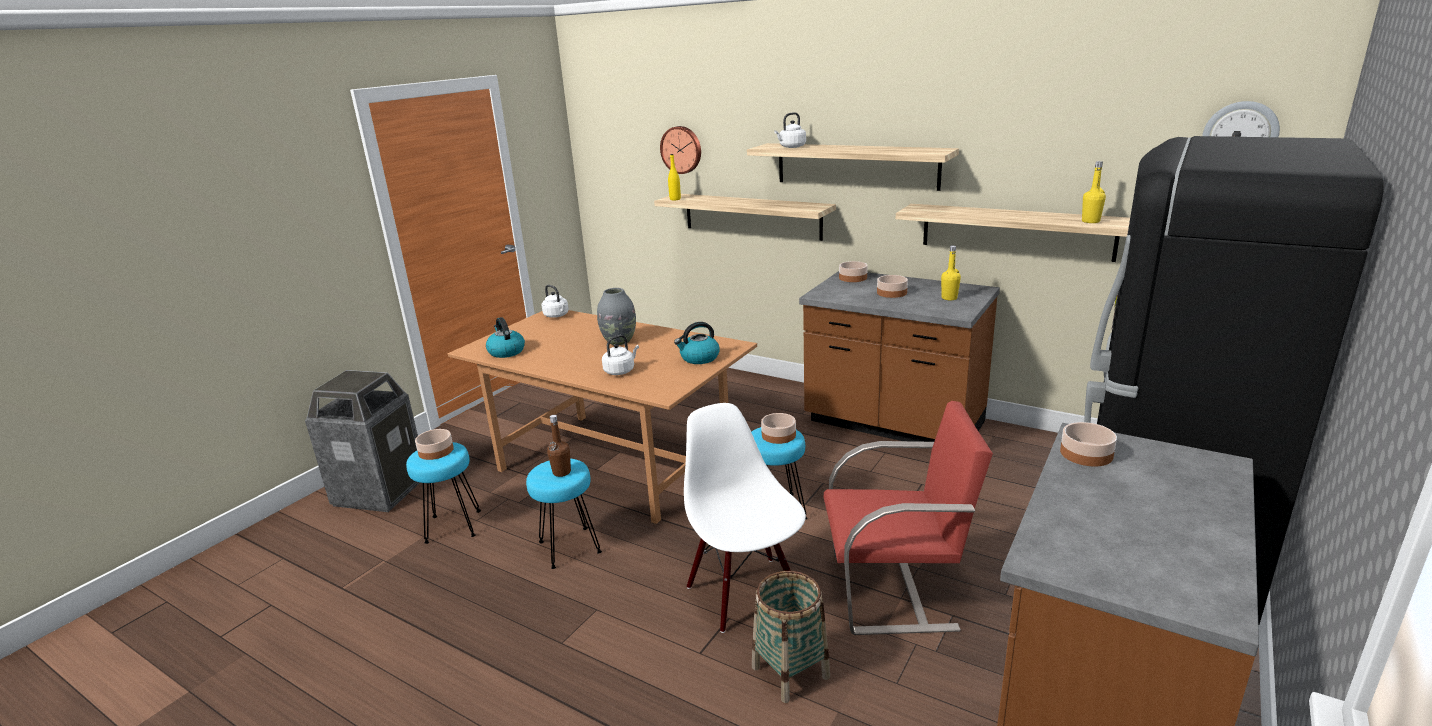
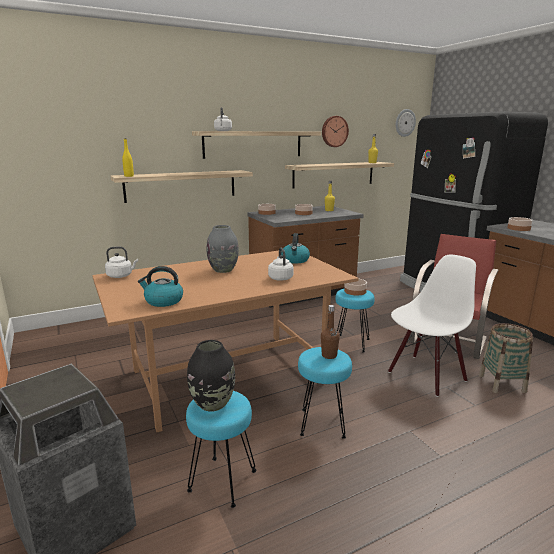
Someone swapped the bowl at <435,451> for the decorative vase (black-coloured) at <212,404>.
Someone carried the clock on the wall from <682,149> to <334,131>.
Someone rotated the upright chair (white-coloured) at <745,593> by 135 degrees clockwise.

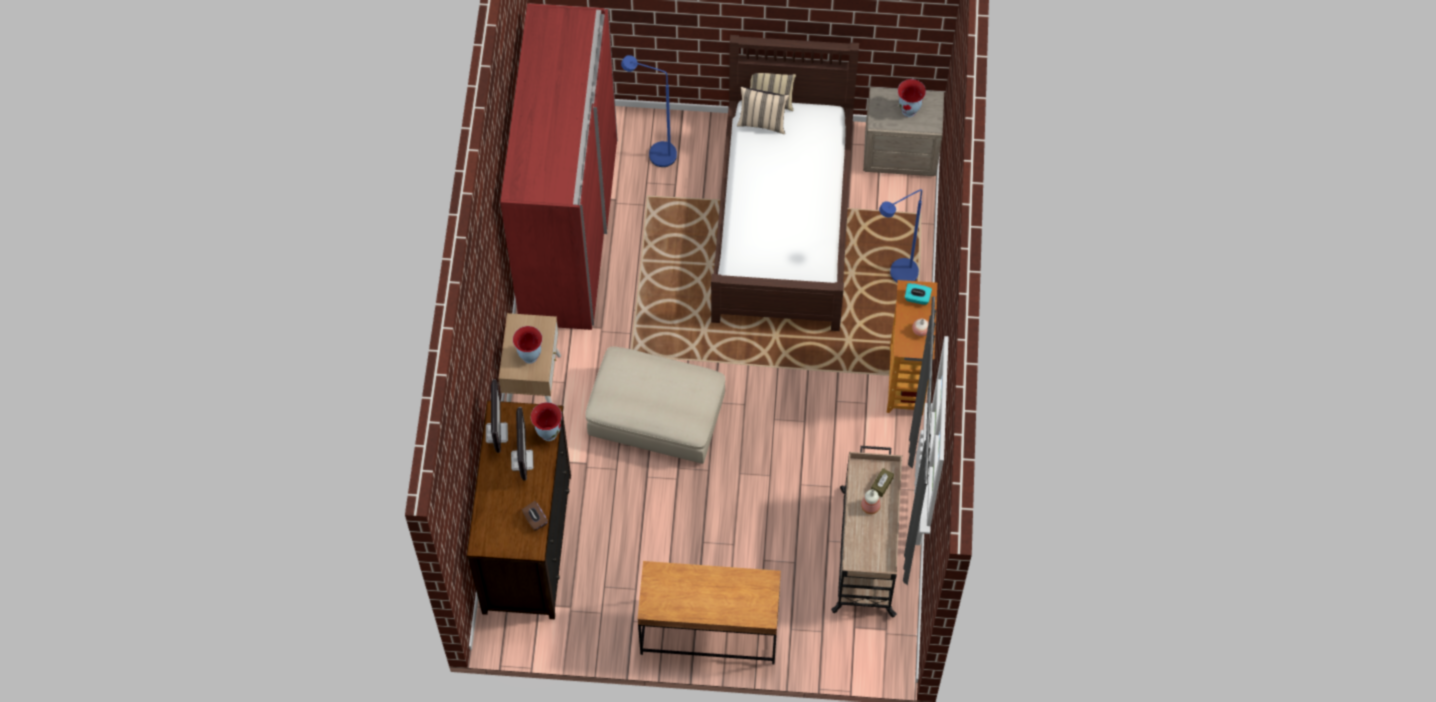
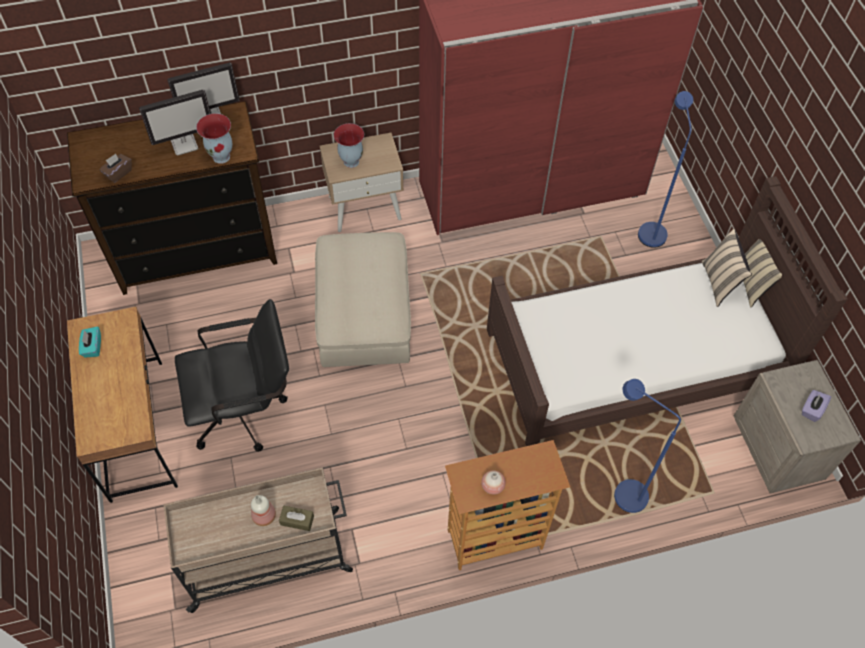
Someone carried the tissue box (blue-green) from <917,298> to <92,347>.
Someone put down the computer chair (black-coloured) at <246,410>.
Someone swapped the decorative vase at <909,111> for the tissue box (purple-coloured) at <811,410>.

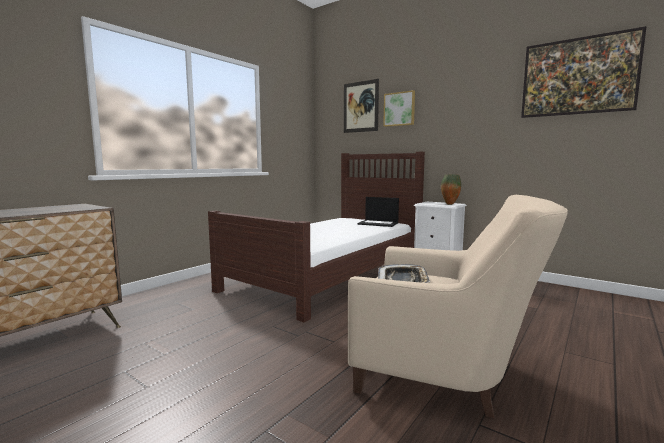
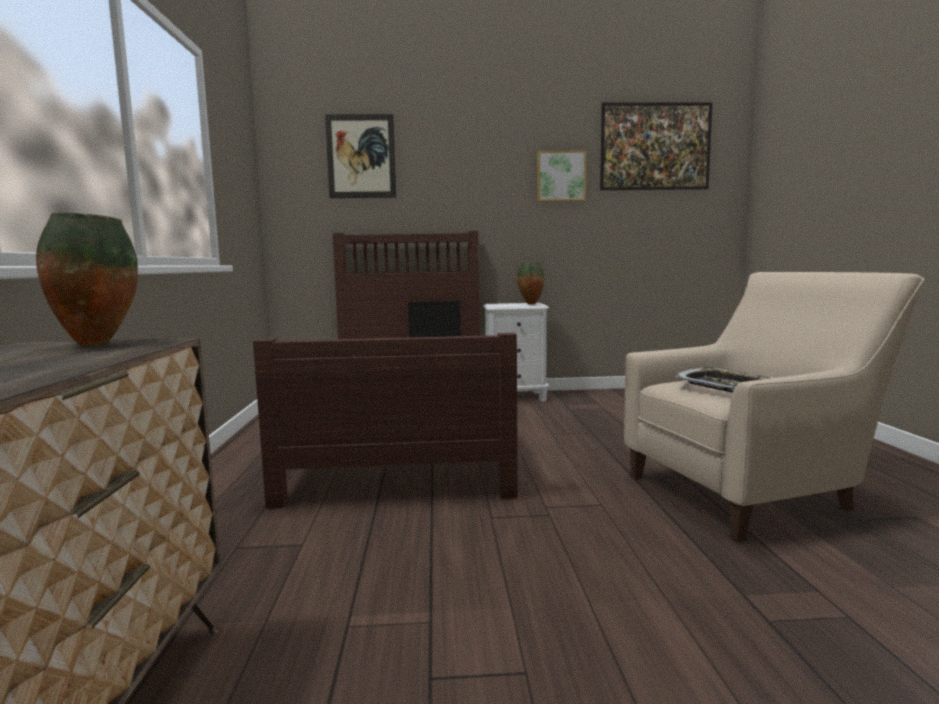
Someone put down the decorative vase at <97,344>.
Someone carried the picture from <399,109> to <560,176>.

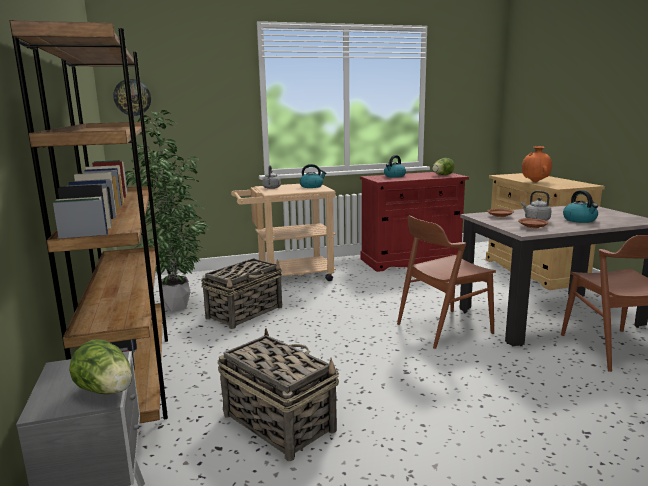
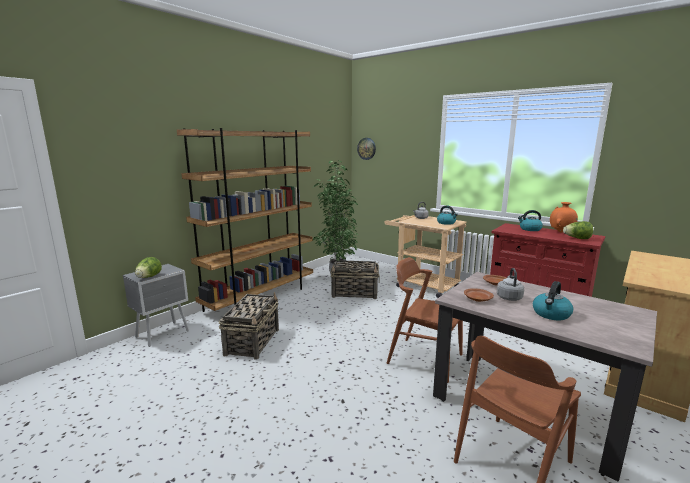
Someone carried the decorative vase (orange-coloured) from <535,182> to <561,232>.

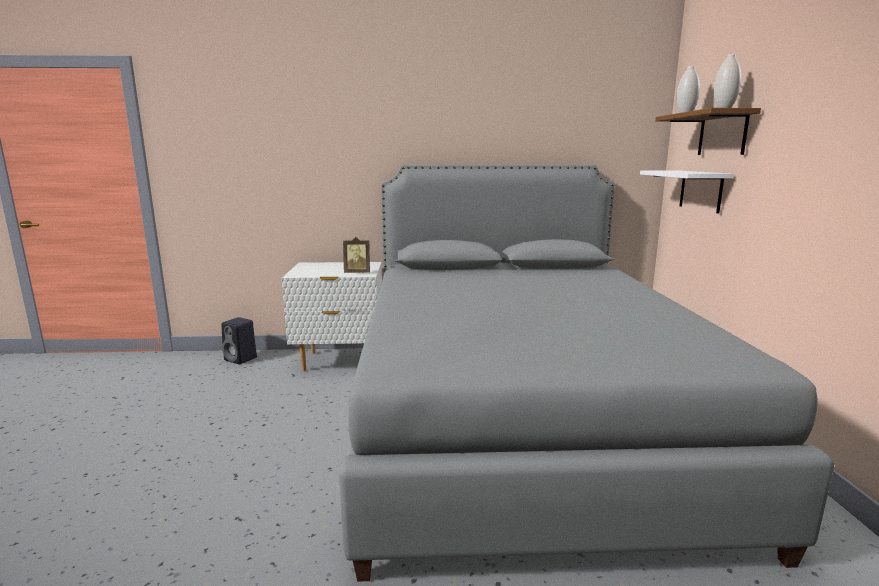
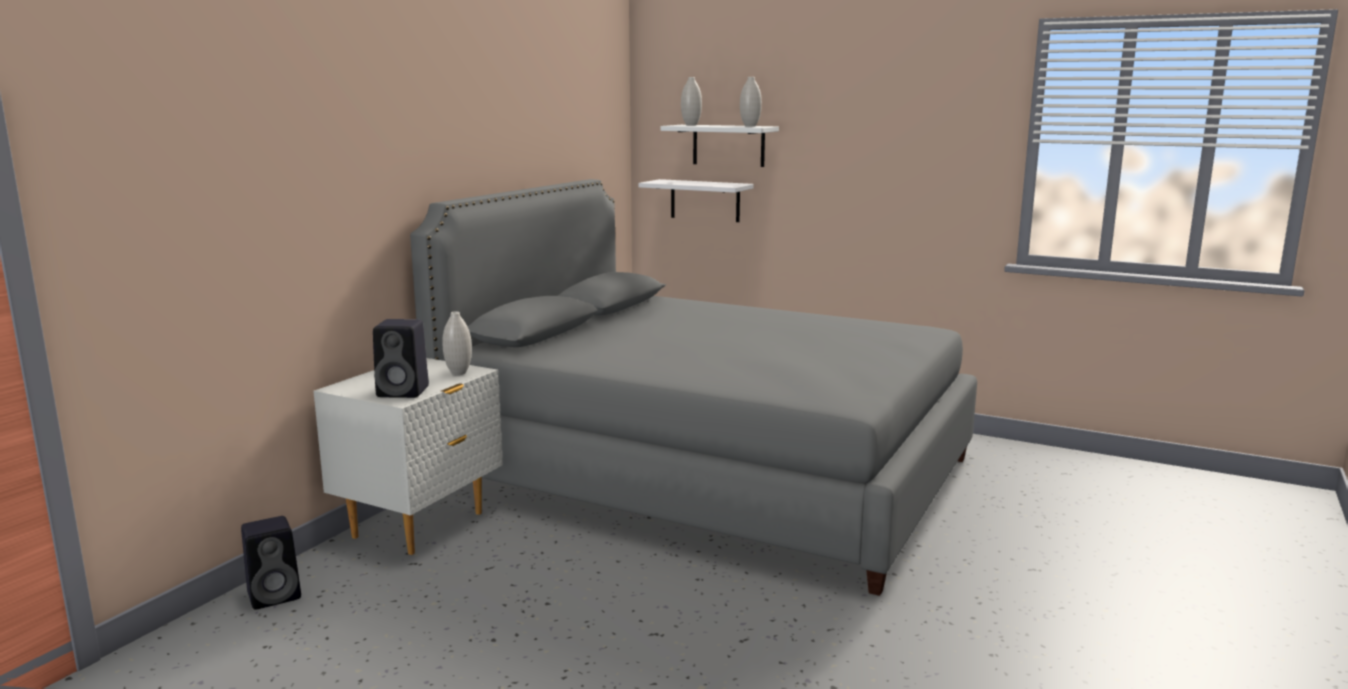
Someone put down the audio speaker (black-coloured) at <405,392>.
Someone swapped the picture frame at <357,273> for the decorative vase (white-coloured) at <458,373>.
Someone repainted the wall shelf (brown) at <722,134>, which became the wall shelf (white-coloured) at <728,145>.

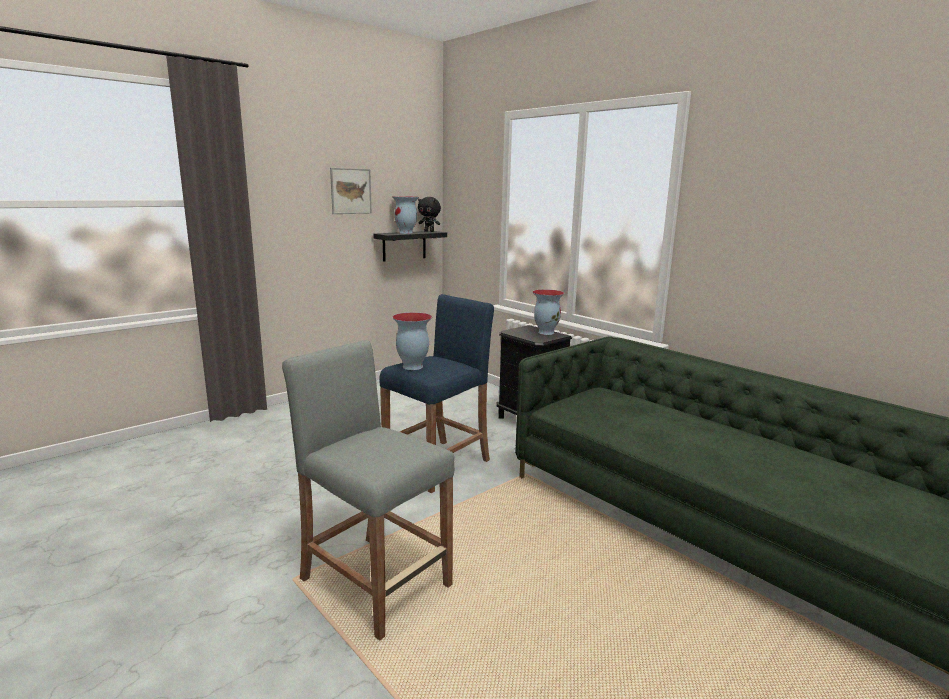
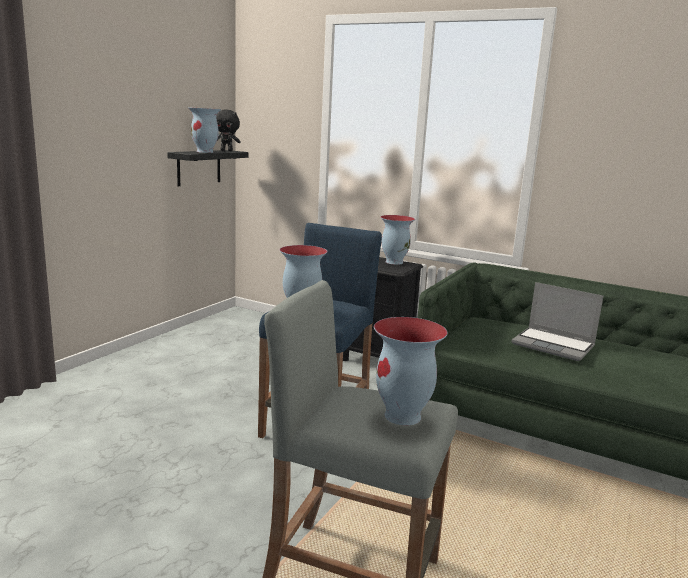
Someone put down the decorative vase at <403,416>.
Someone put down the laptop at <554,345>.
Someone took away the picture at <351,191>.

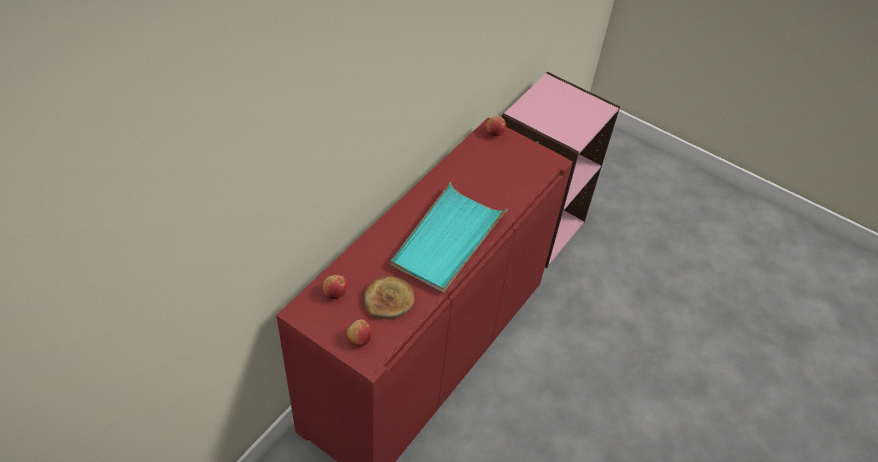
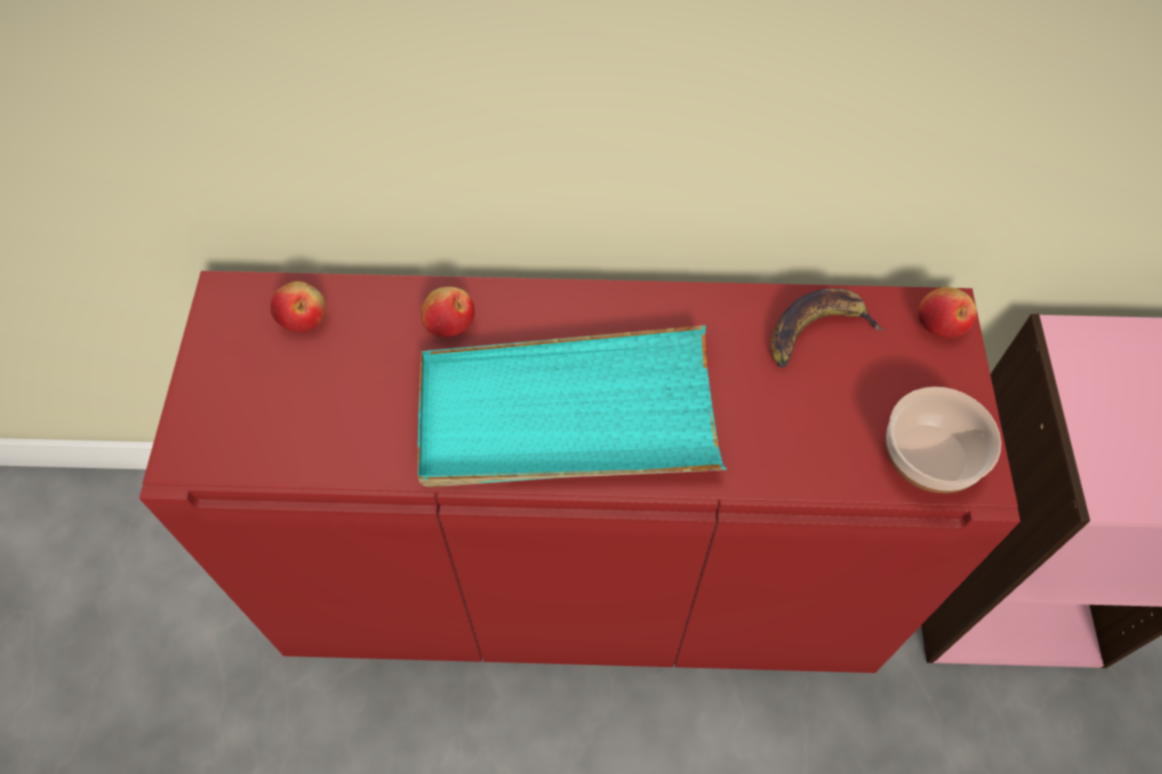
Someone carried the apple fruit from <359,338> to <450,323>.
Someone put down the banana fruit at <816,330>.
Someone put down the bowl at <927,457>.
Someone took away the bakery bread at <389,299>.

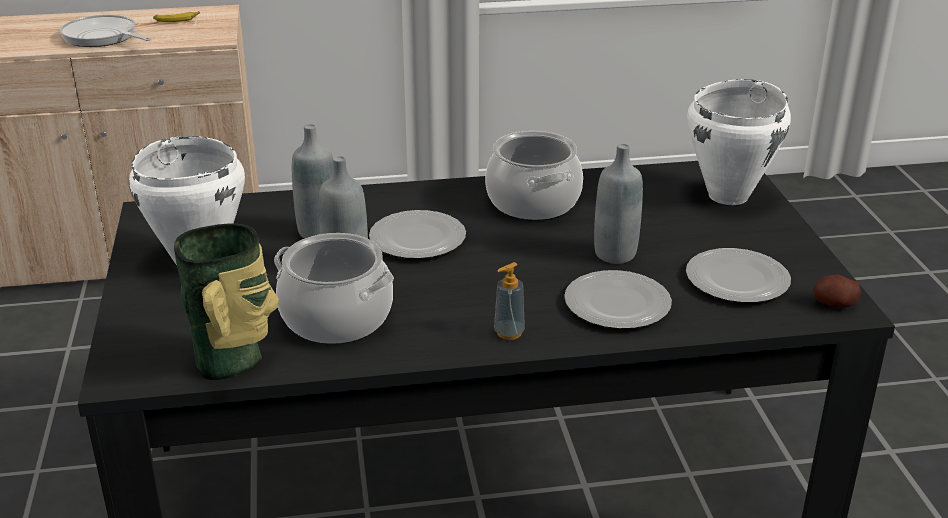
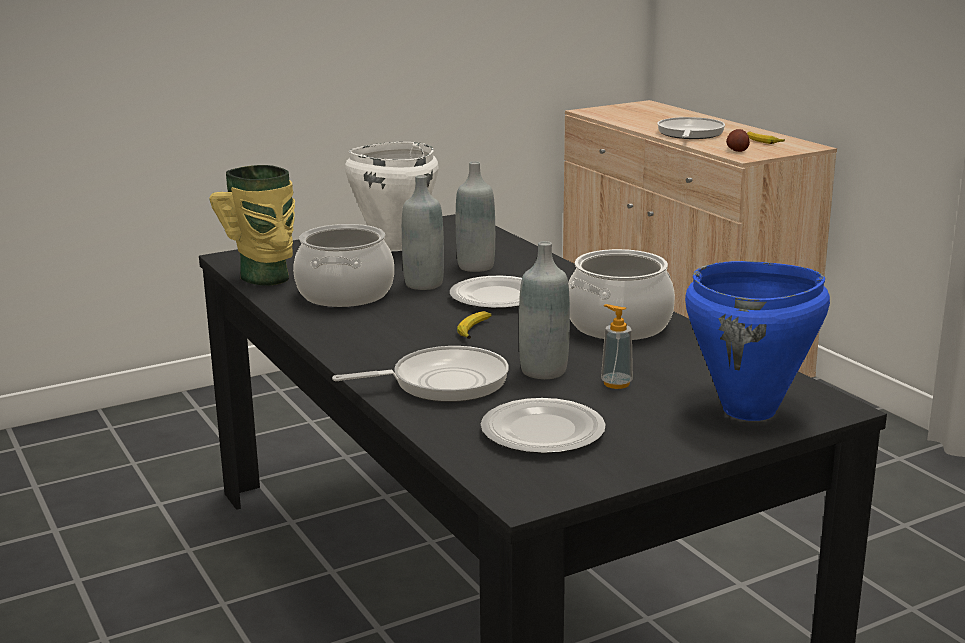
Someone swapped the dinner plate at <616,304> for the skillet at <442,382>.
Someone put down the banana fruit at <475,330>.
Someone carried the soap dispenser from <509,333> to <616,383>.
Someone repainted the stockpot (white-coloured) at <729,196>, which became the stockpot (blue-coloured) at <750,410>.
Someone carried the whole potato from <834,304> to <737,150>.

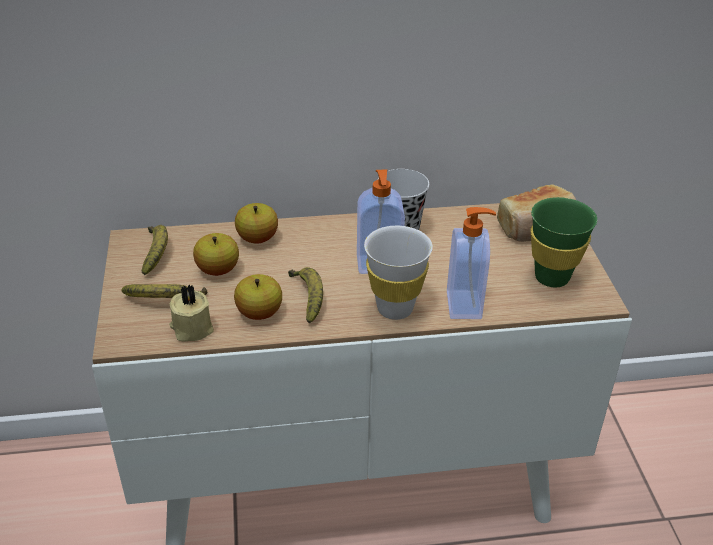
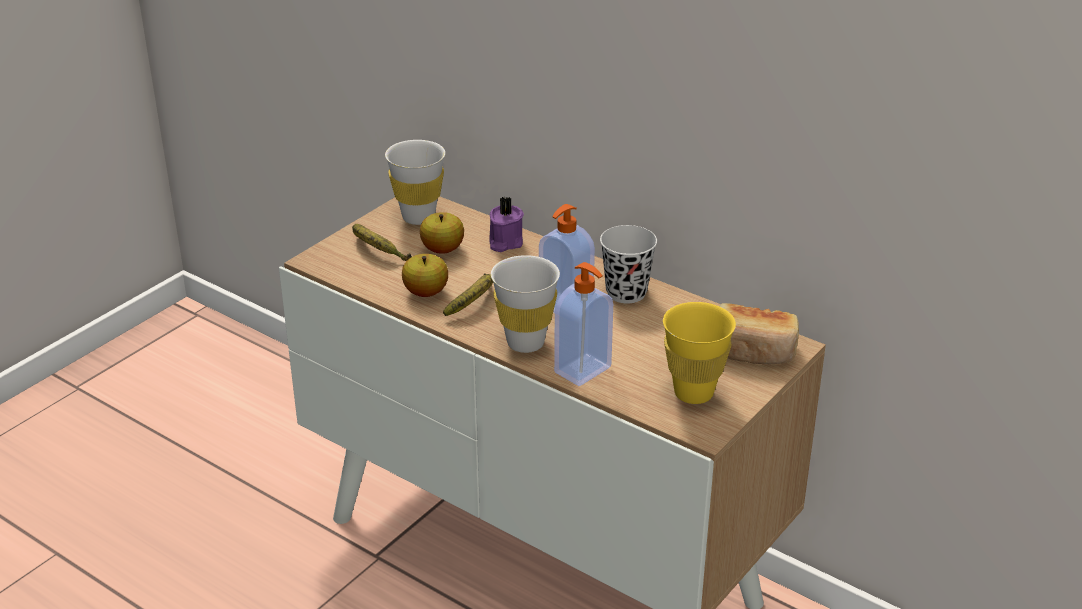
Someone swapped the banana fruit at <156,254> for the cup (white-coloured) at <418,217>.
Someone swapped the apple fruit at <257,238> for the wax candle (purple-coloured) at <504,242>.
Someone repainted the cup (green-coloured) at <552,277>, which became the cup (yellow-coloured) at <693,393>.
Someone took away the wax candle (beige-coloured) at <191,328>.

